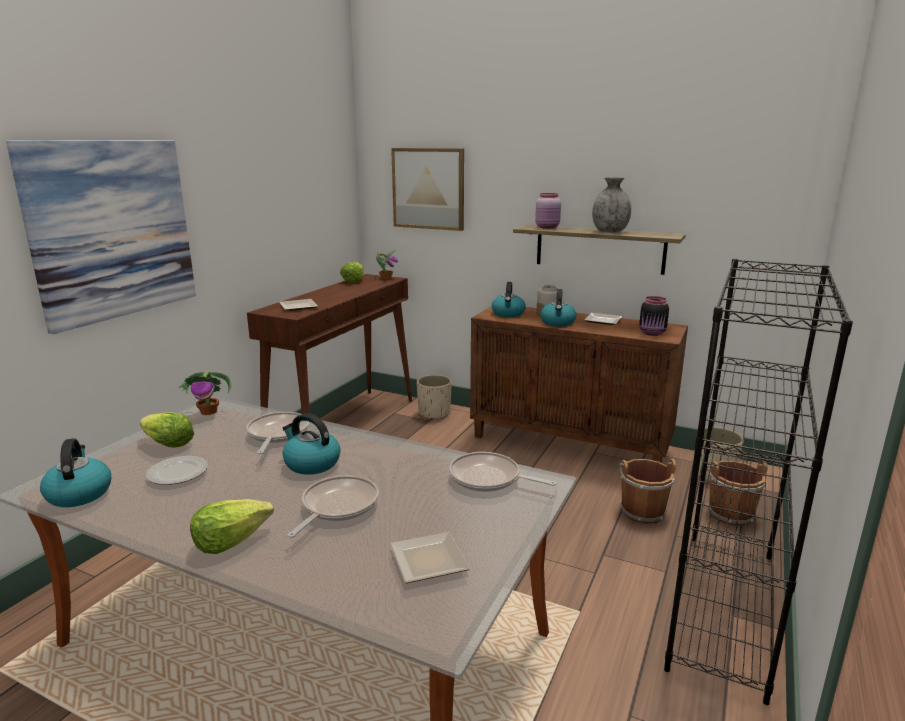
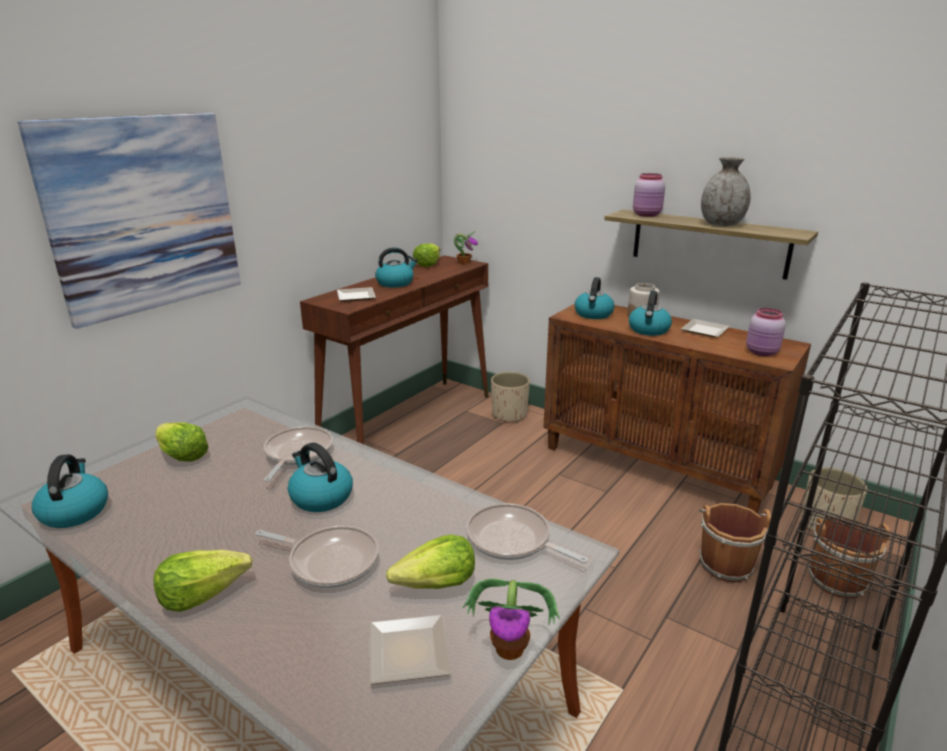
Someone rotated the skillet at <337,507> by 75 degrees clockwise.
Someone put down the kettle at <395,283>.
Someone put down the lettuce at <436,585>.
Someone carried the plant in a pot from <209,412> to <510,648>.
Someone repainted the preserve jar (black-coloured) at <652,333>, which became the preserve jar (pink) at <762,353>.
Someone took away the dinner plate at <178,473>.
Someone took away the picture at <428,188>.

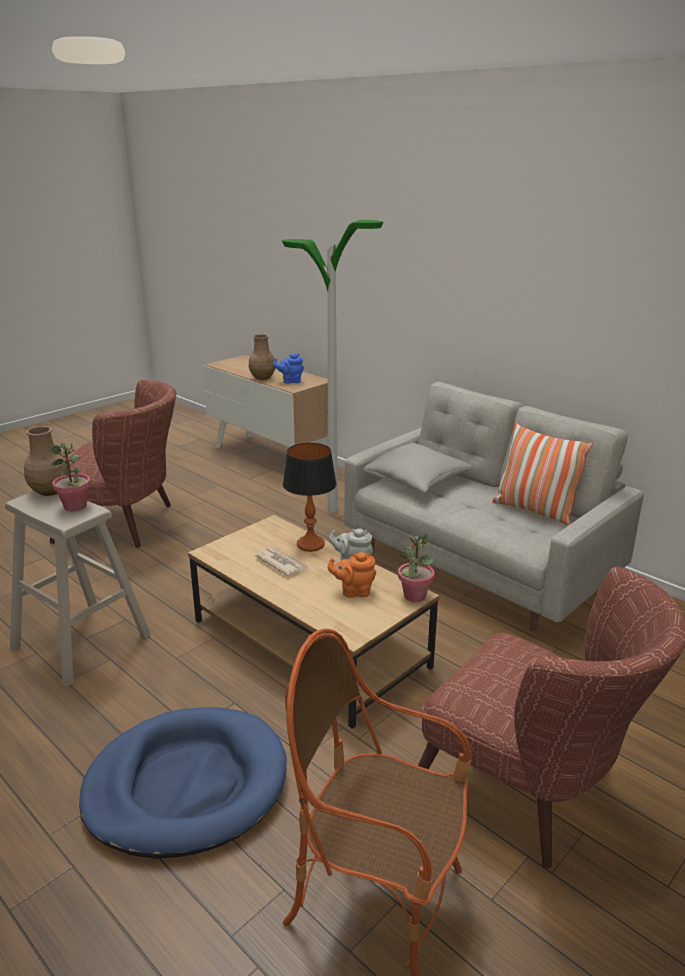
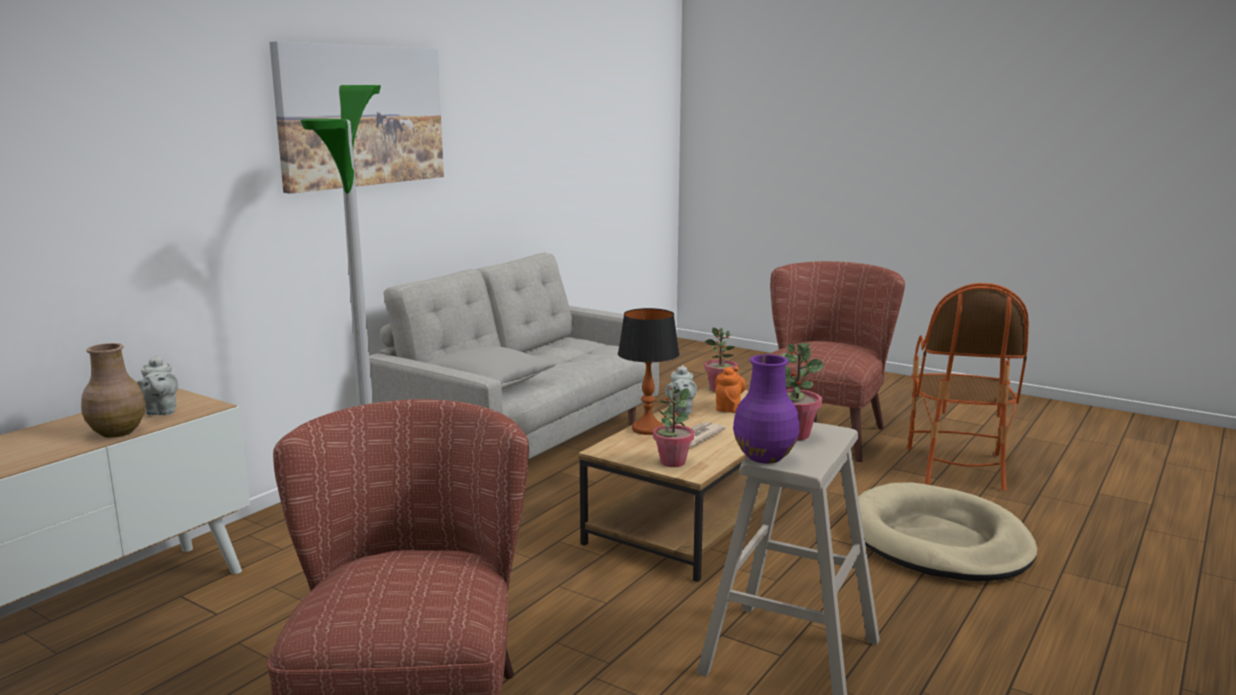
Someone repainted the pot for tea (blue-coloured) at <290,381>, which became the pot for tea (gray) at <161,411>.
Someone put up the picture at <361,116>.
Someone put down the plant in a pot at <672,462>.
Someone rotated the pot for tea (orange-coloured) at <354,591> by 150 degrees counterclockwise.
Someone repainted the decorative vase (brown) at <49,491>, which became the decorative vase (purple-coloured) at <765,457>.
Someone repainted the dog cushion (blue-coloured) at <186,785>, which became the dog cushion (beige-coloured) at <938,540>.
Someone took away the cushion at <534,510>.

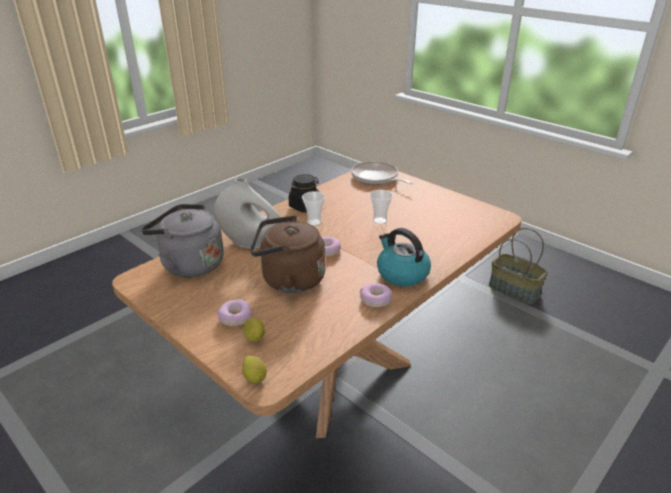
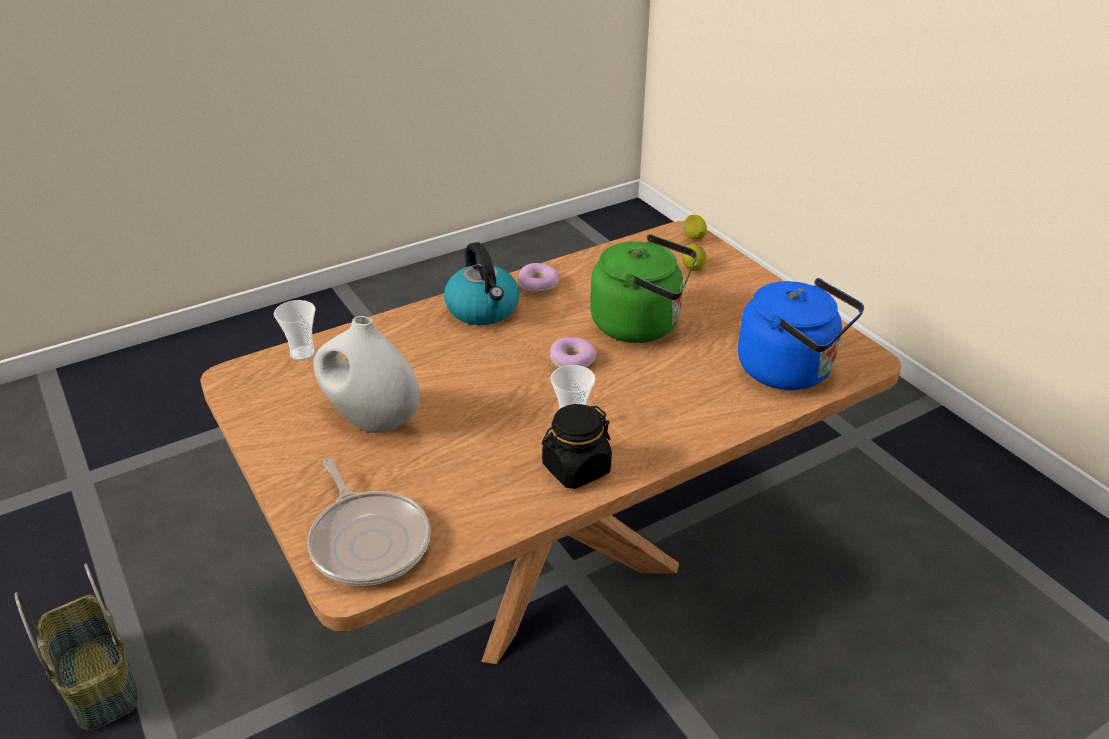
Someone carried the cup from <380,221> to <302,353>.
Someone carried the decorative vase (white-coloured) from <250,243> to <371,420>.
Someone repainted the kettle (brown) at <289,280>, which became the kettle (green-coloured) at <641,325>.
Someone repainted the kettle (gray) at <189,264>, which became the kettle (blue-coloured) at <790,371>.
Someone took away the donut at <235,318>.

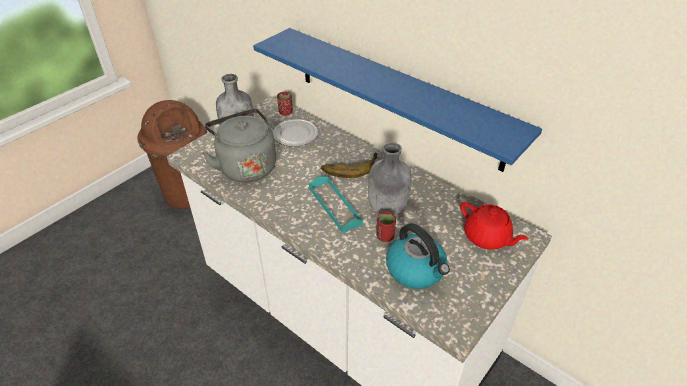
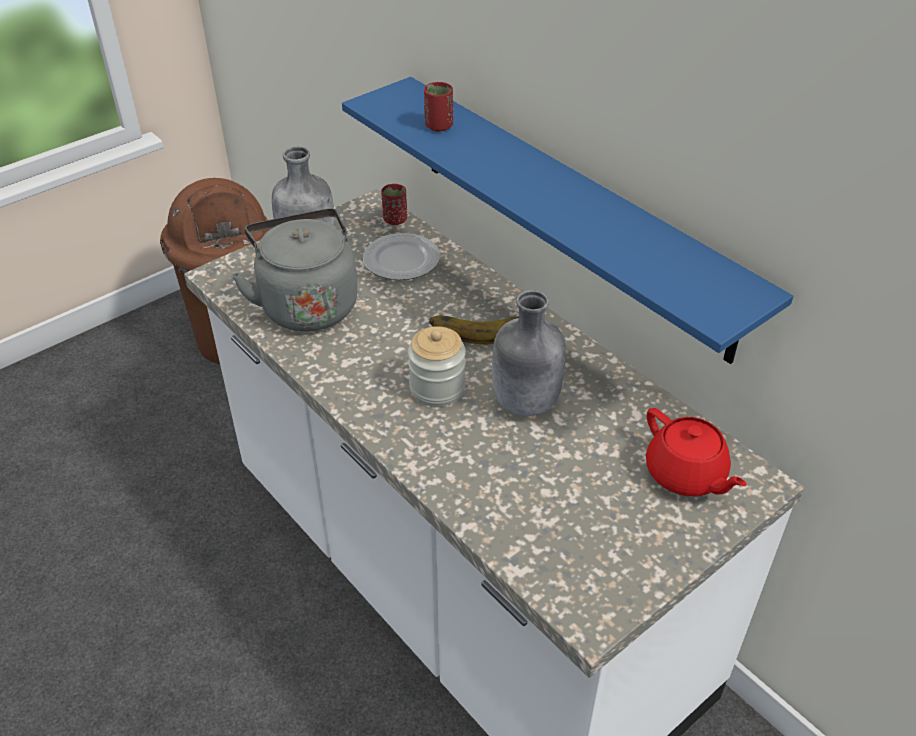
Someone swapped the tray (blue-green) at <334,206> for the preserve jar at <437,388>.
Someone carried the cup (reddish) from <385,236> to <439,126>.
Someone took away the kettle at <416,270>.

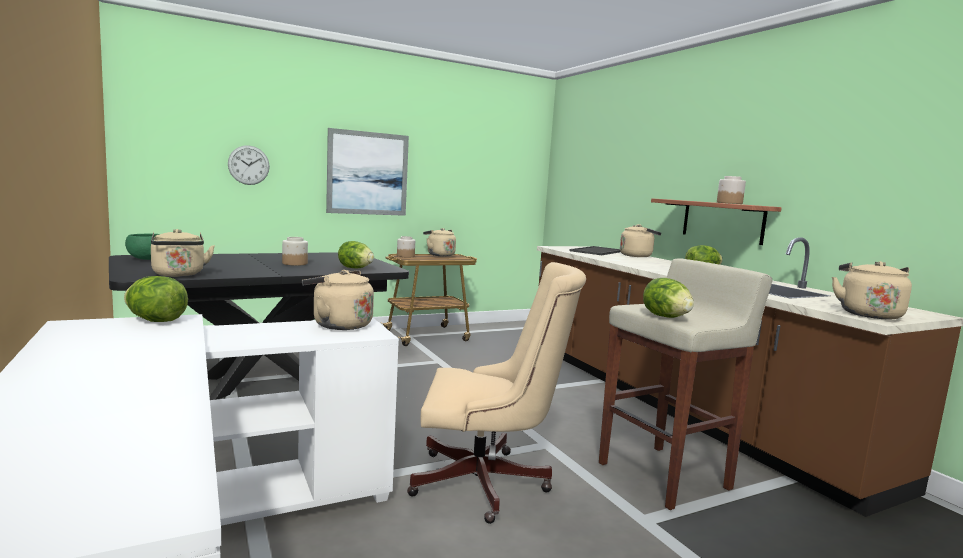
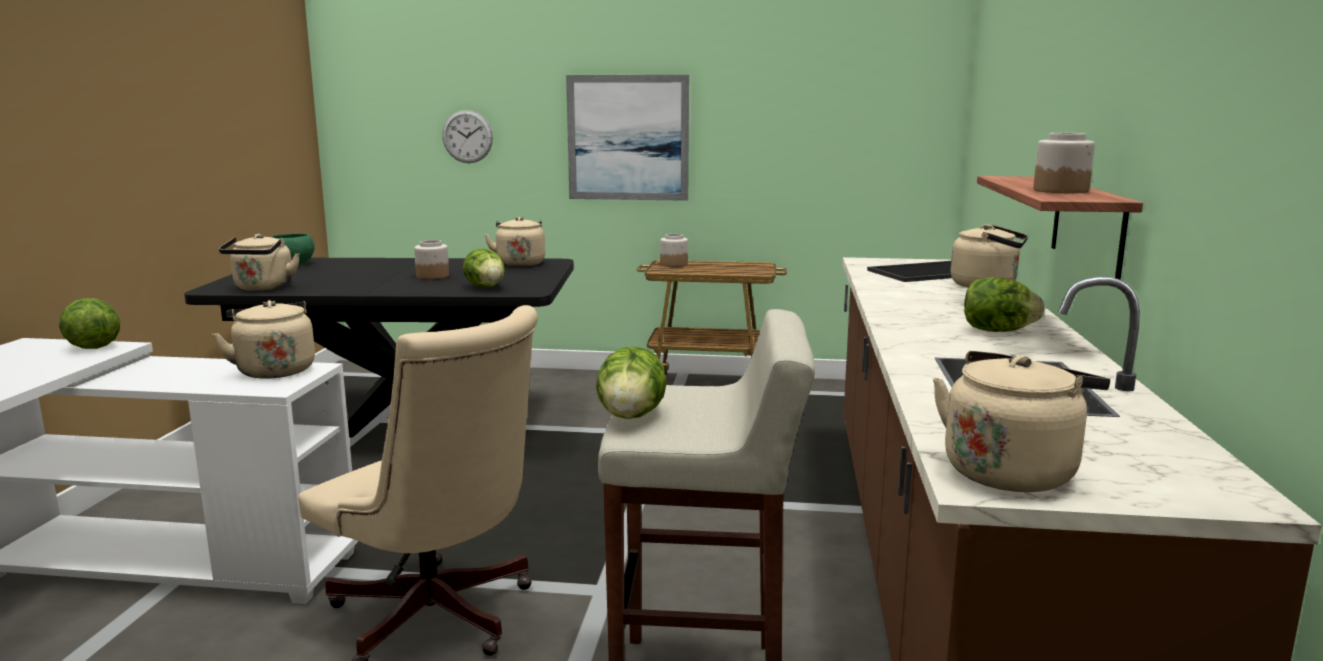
Someone carried the kettle (beige-coloured) from <439,255> to <520,263>.

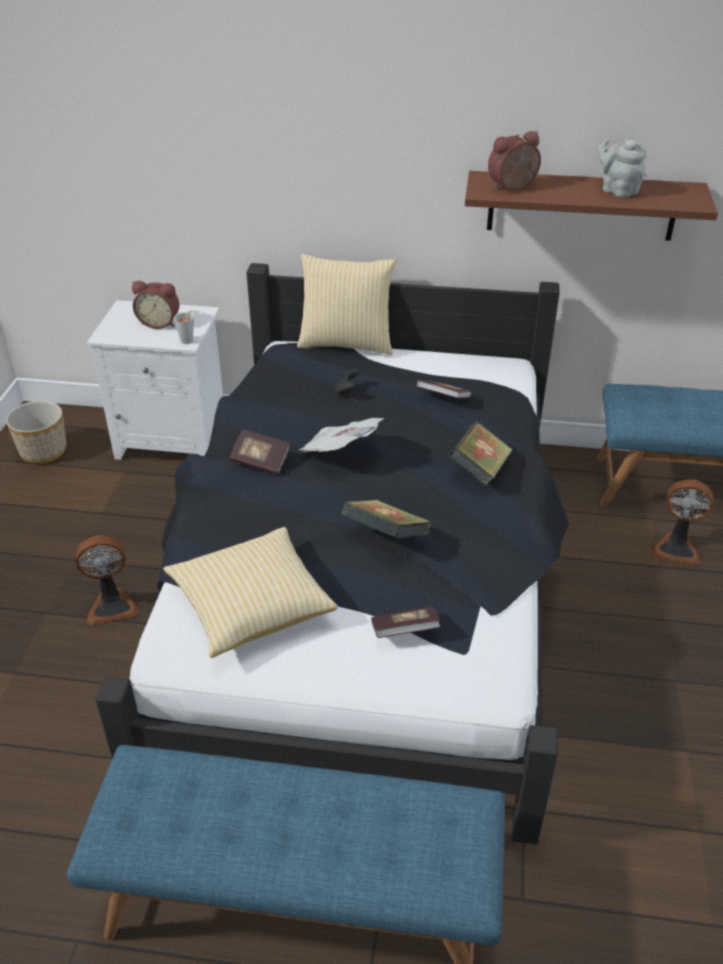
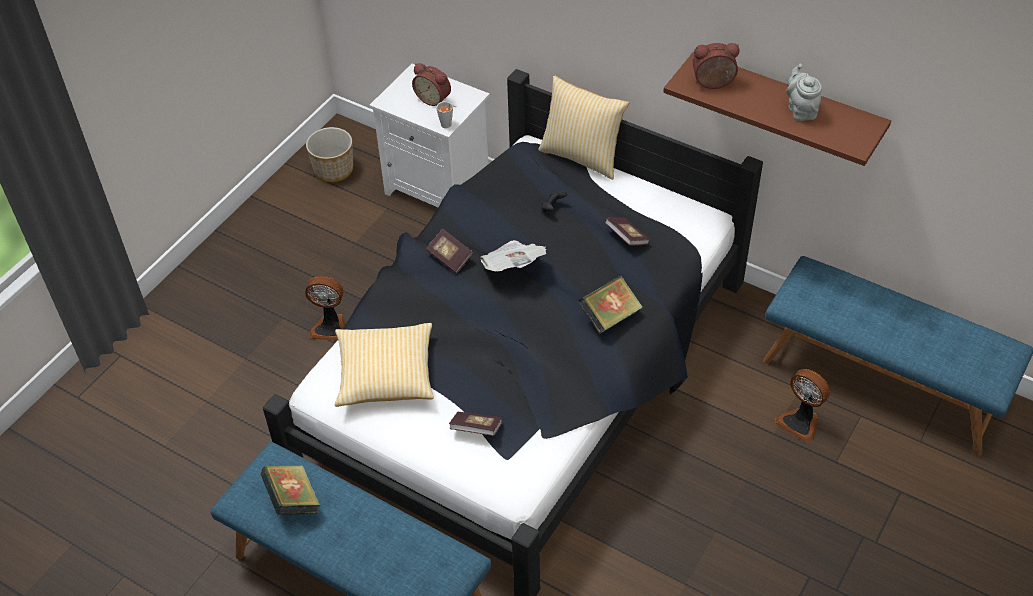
Someone carried the volume from <386,537> to <293,500>.

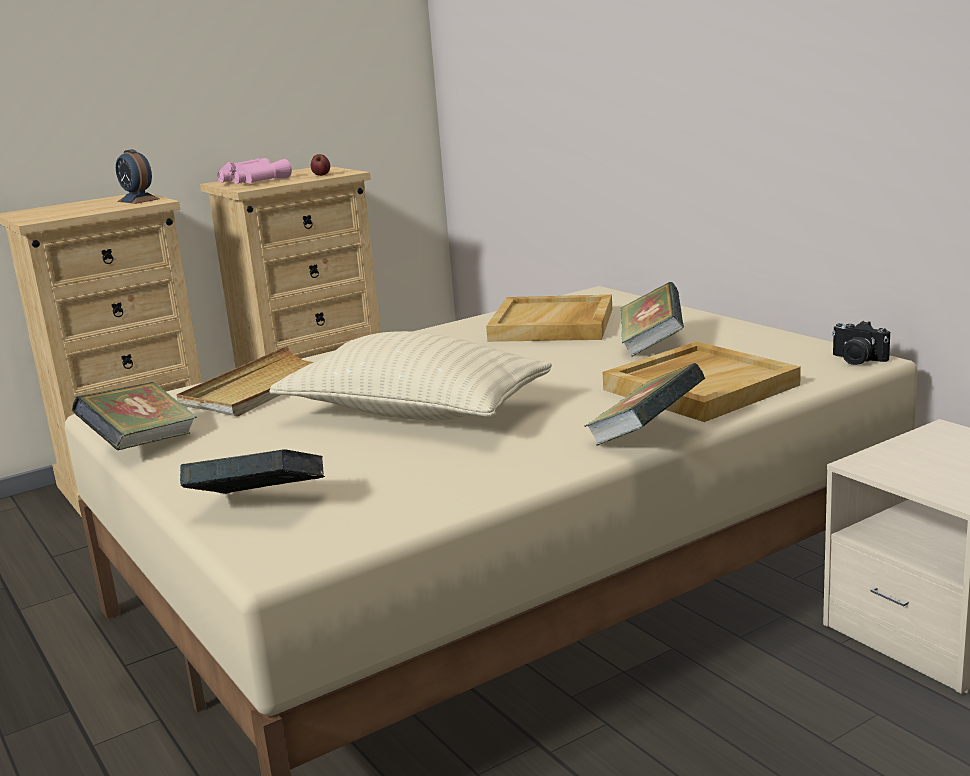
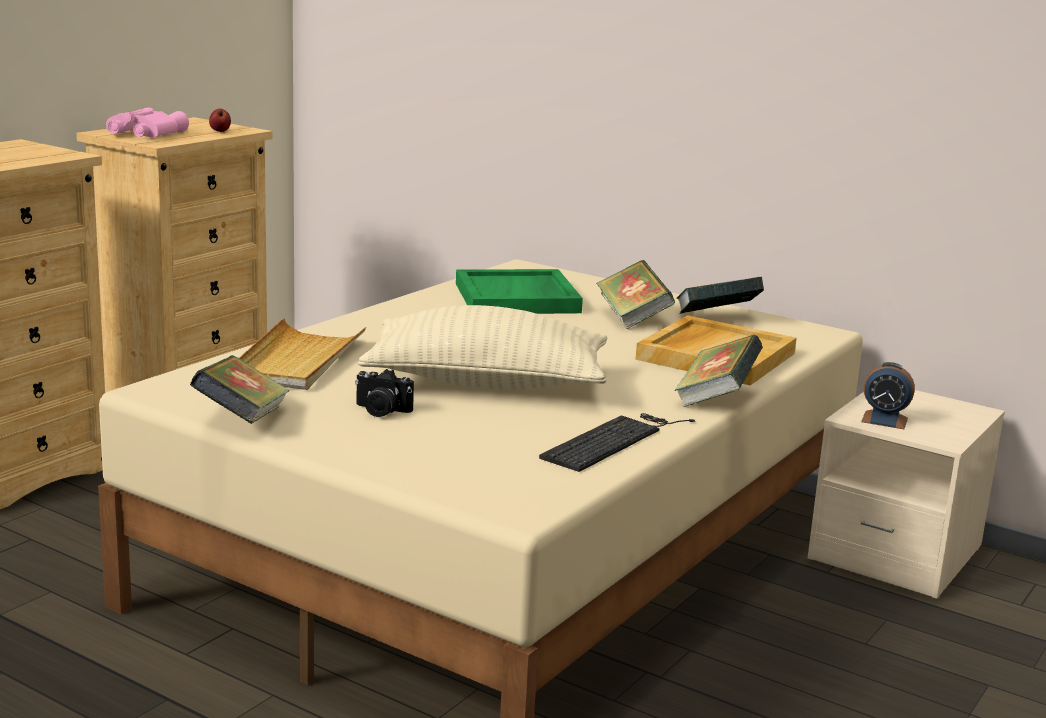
Someone carried the still camera from <857,360> to <380,411>.
Someone repainted the tray (beige-coloured) at <553,325>, which became the tray (green-coloured) at <518,298>.
Someone put down the PC keyboard at <614,440>.
Someone carried the volume from <258,507> to <716,319>.
Someone carried the table clock from <138,200> to <884,420>.

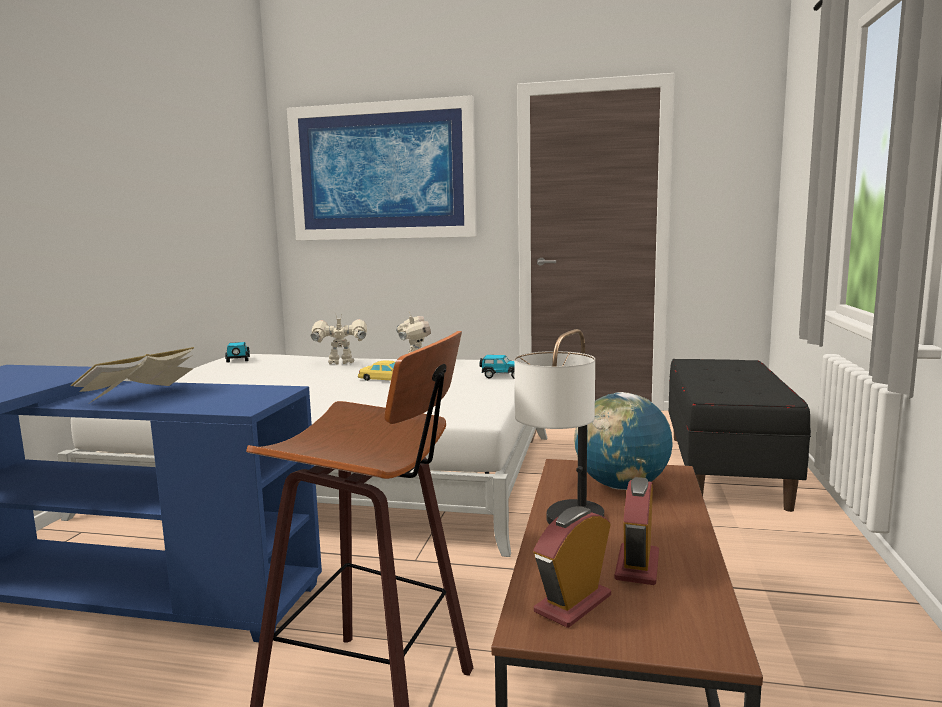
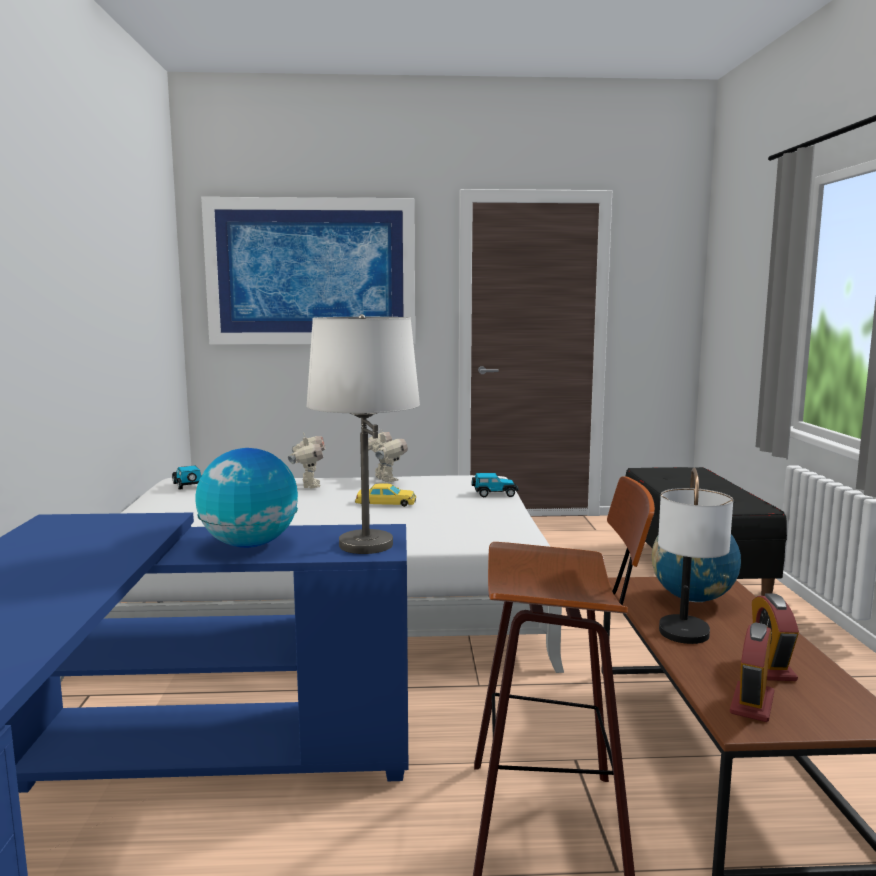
Someone swapped the volume at <140,396> for the globe at <249,545>.
Someone rotated the model robot at <341,364> by 105 degrees clockwise.
Someone put down the tabletop lamp (white-coloured) at <365,545>.

